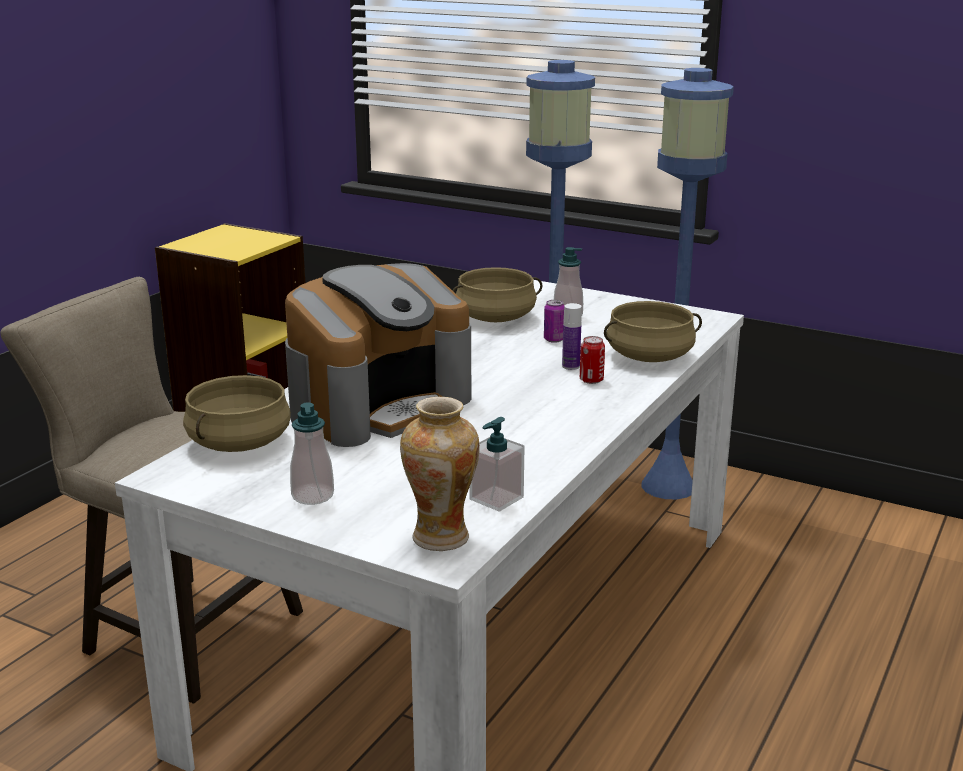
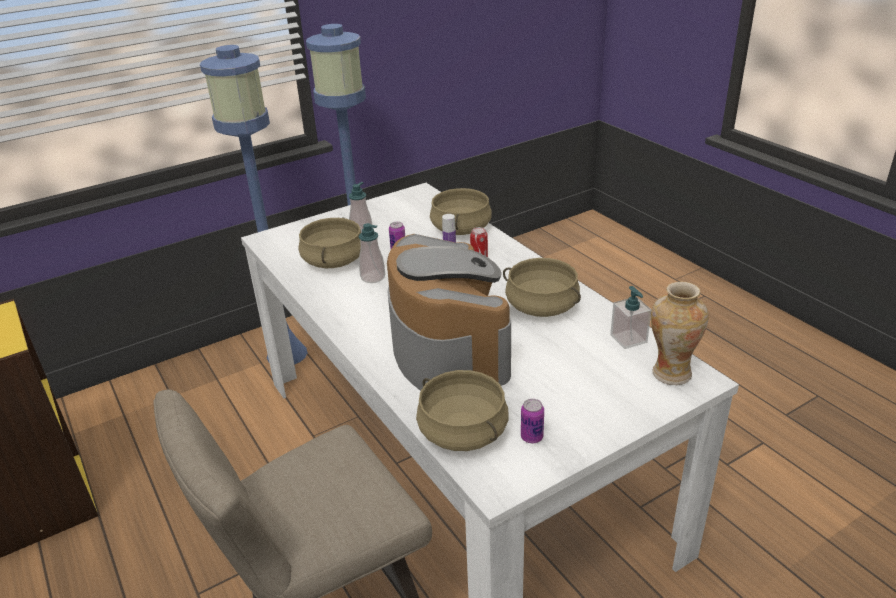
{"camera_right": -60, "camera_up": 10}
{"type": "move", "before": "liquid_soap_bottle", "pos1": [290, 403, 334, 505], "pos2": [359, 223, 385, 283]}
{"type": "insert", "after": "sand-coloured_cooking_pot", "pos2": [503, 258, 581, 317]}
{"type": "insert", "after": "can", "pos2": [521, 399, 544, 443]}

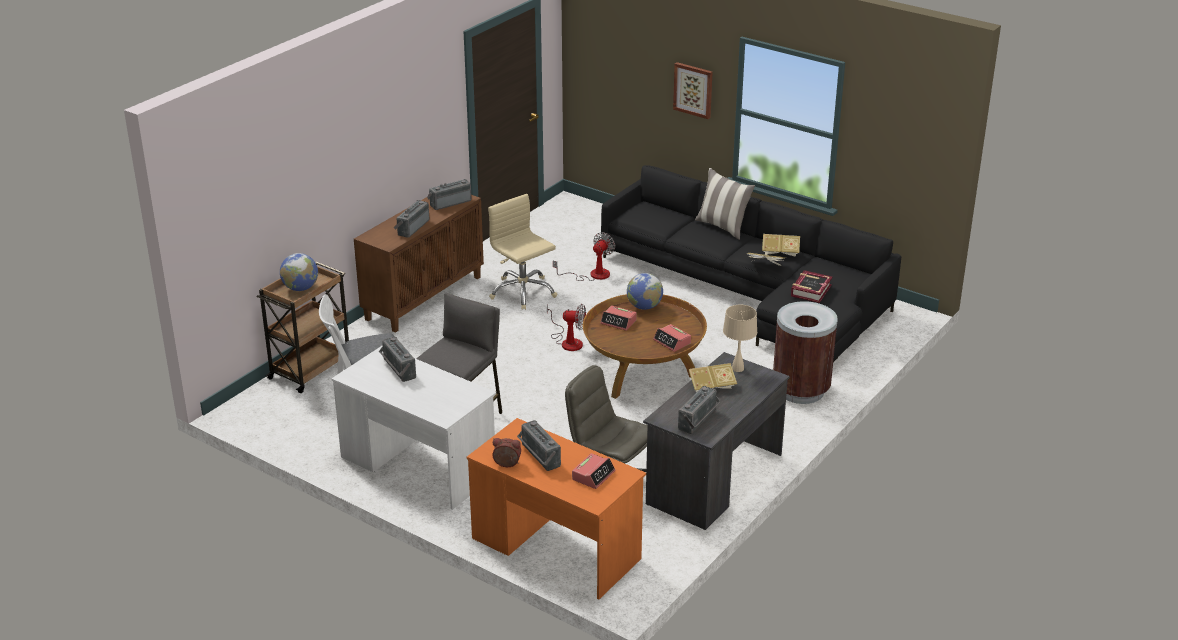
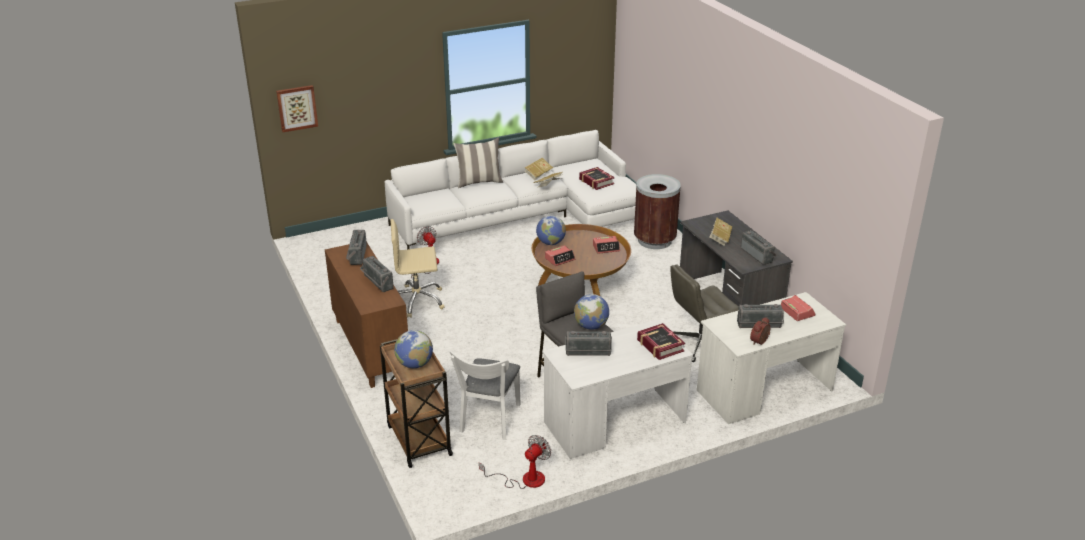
{"camera_right": -60, "camera_up": 0}
{"type": "recolor", "before": "orange-coloured_desk", "after": "whitish_desk", "pos1": [467, 418, 646, 599], "pos2": [697, 292, 846, 424]}
{"type": "move", "before": "electric_fan", "pos1": [547, 304, 586, 351], "pos2": [479, 435, 551, 489]}
{"type": "recolor", "before": "black-coloured_sofa", "after": "whitish_sofa", "pos1": [601, 165, 901, 362], "pos2": [385, 130, 636, 249]}
{"type": "move", "before": "picture", "pos1": [673, 62, 713, 119], "pos2": [276, 85, 318, 132]}
{"type": "delete", "before": "sand-coloured_tabletop_lamp", "pos1": [723, 305, 757, 372]}
{"type": "insert", "after": "world_globe", "pos2": [574, 294, 609, 330]}
{"type": "insert", "after": "bound_book", "pos2": [637, 323, 685, 360]}

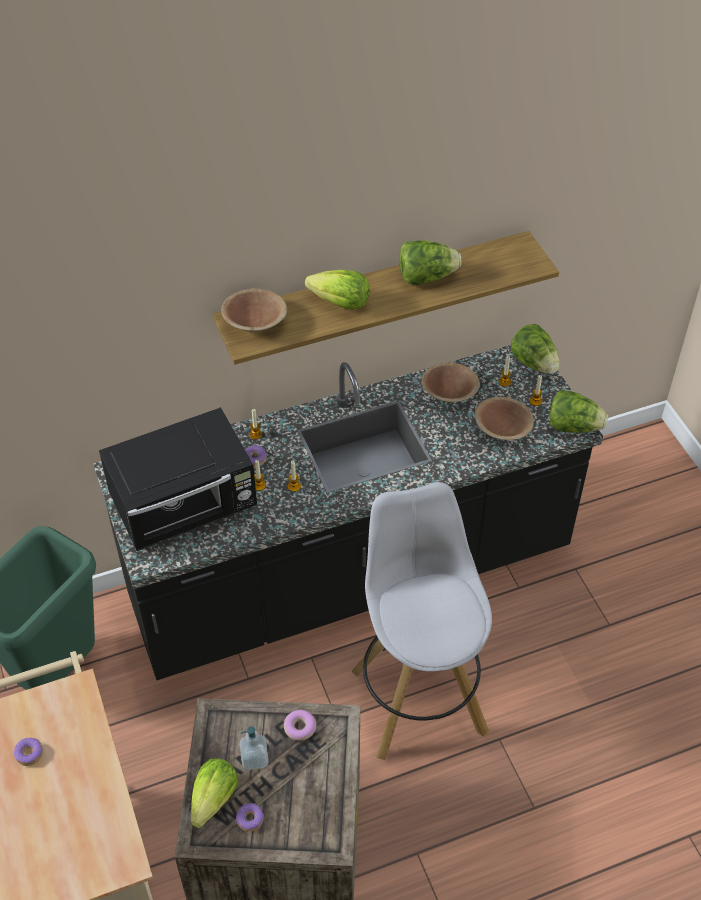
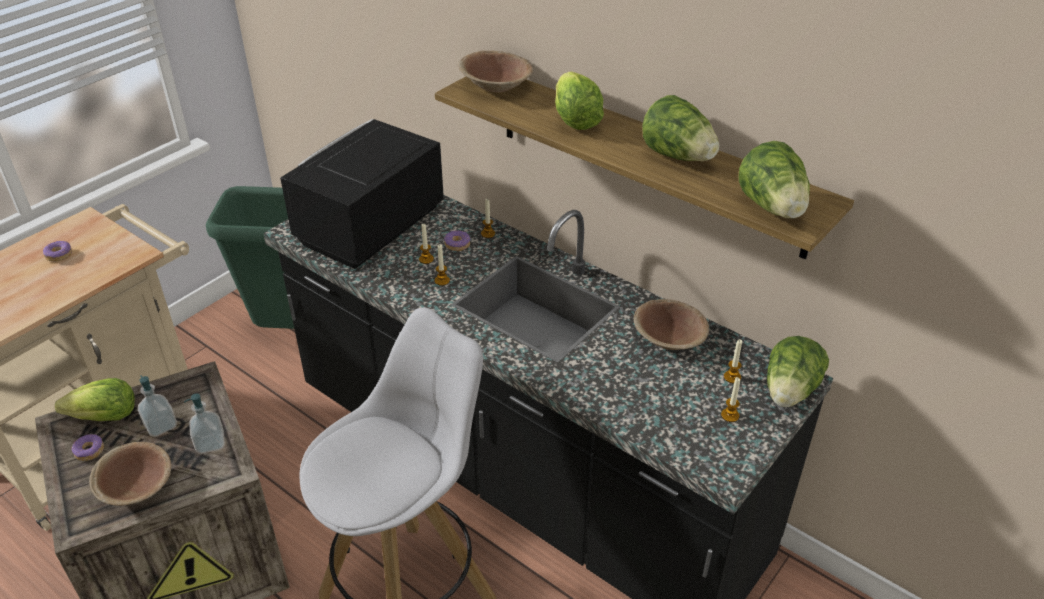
{"camera_right": 60, "camera_up": -10}
{"type": "rotate", "before": "black-coloured_kitchen_microwave", "pos1": [99, 407, 257, 551], "pos2": [280, 119, 444, 269], "turn": 90}
{"type": "replace", "before": "doughnut", "after": "liquid_soap_bottle", "pos1": [284, 710, 316, 741], "pos2": [184, 394, 225, 454]}
{"type": "move", "before": "brownish_bowl", "pos1": [475, 397, 534, 440], "pos2": [89, 442, 171, 506]}
{"type": "move", "before": "head_of_lettuce", "pos1": [549, 389, 608, 433], "pos2": [739, 141, 810, 219]}

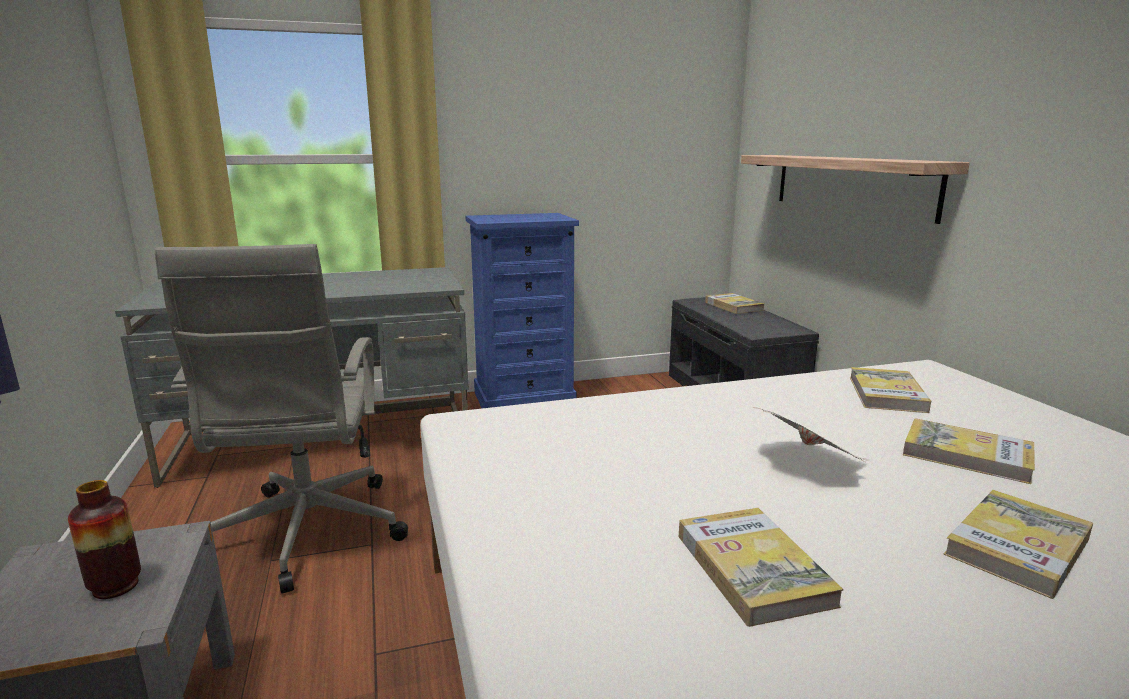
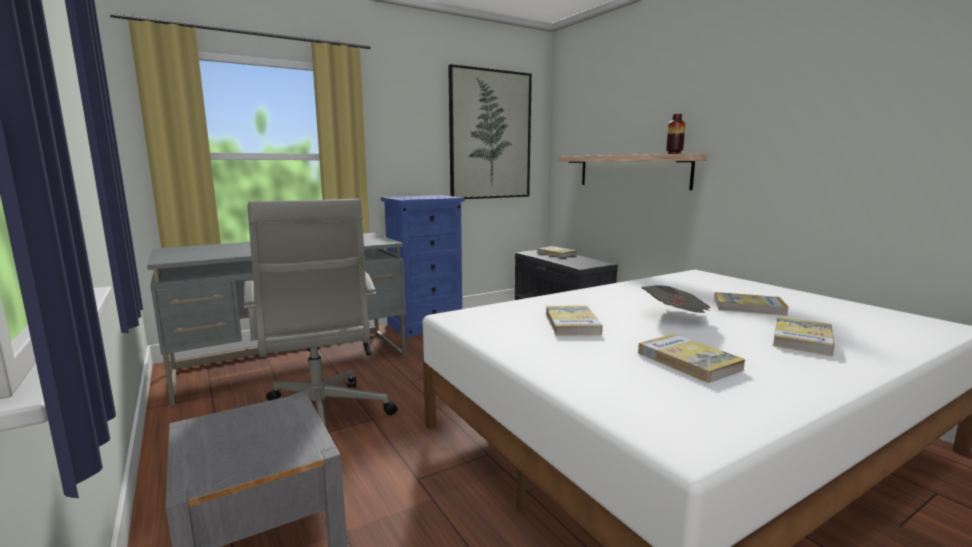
{"camera_right": -15, "camera_up": -5}
{"type": "move", "before": "flower_vase", "pos1": [68, 480, 141, 599], "pos2": [666, 114, 685, 154]}
{"type": "move", "before": "bound_book", "pos1": [850, 367, 931, 413], "pos2": [545, 305, 603, 336]}
{"type": "insert", "after": "picture", "pos2": [448, 64, 532, 199]}

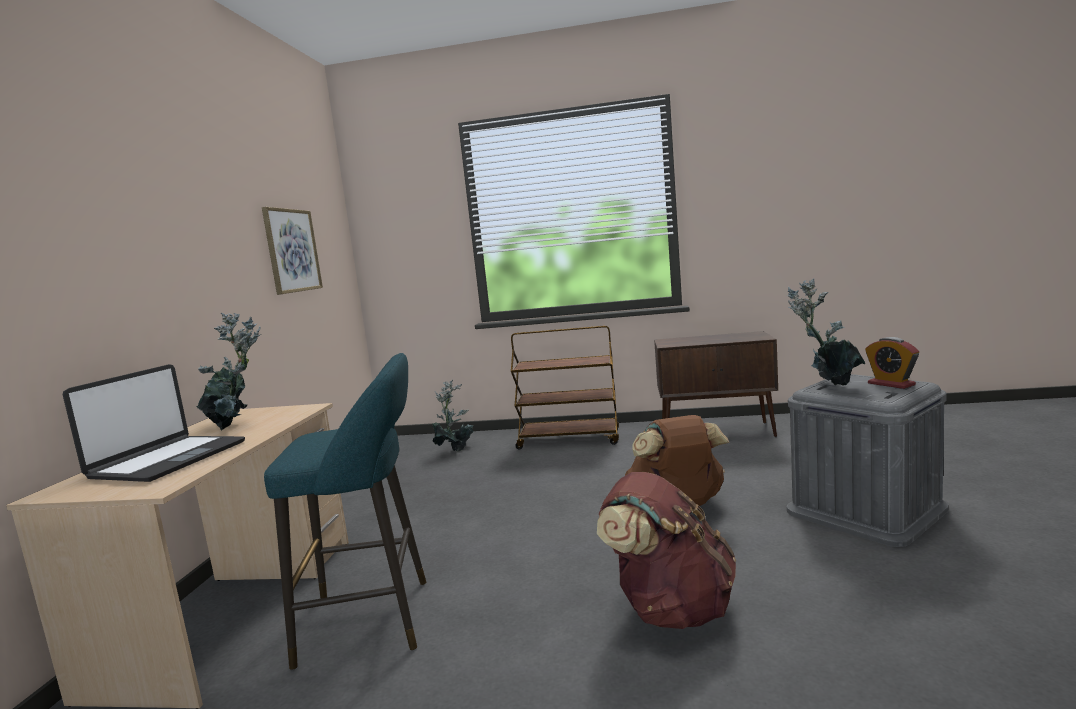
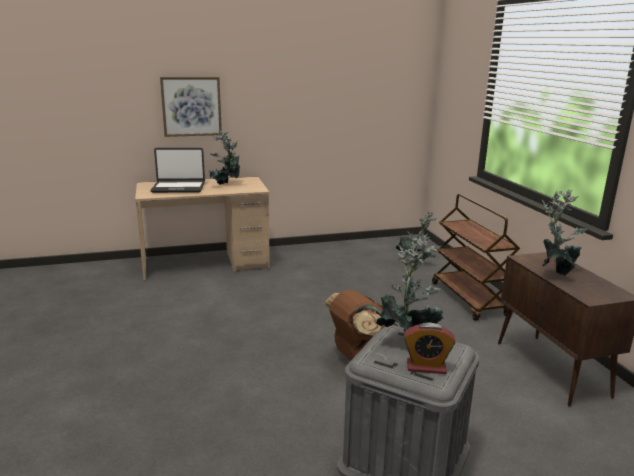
{"camera_right": 65, "camera_up": 10}
{"type": "move", "before": "picture", "pos1": [262, 207, 323, 295], "pos2": [160, 77, 222, 137]}
{"type": "delete", "before": "turquoise_stool_seat", "pos1": [264, 353, 426, 670]}
{"type": "delete", "before": "brownish_knapsack", "pos1": [597, 472, 736, 629]}
{"type": "rotate", "before": "alarm_clock", "pos1": [865, 337, 919, 389], "pos2": [404, 323, 456, 374], "turn": -120}
{"type": "insert", "after": "plant_in_a_pot", "pos2": [542, 189, 587, 276]}

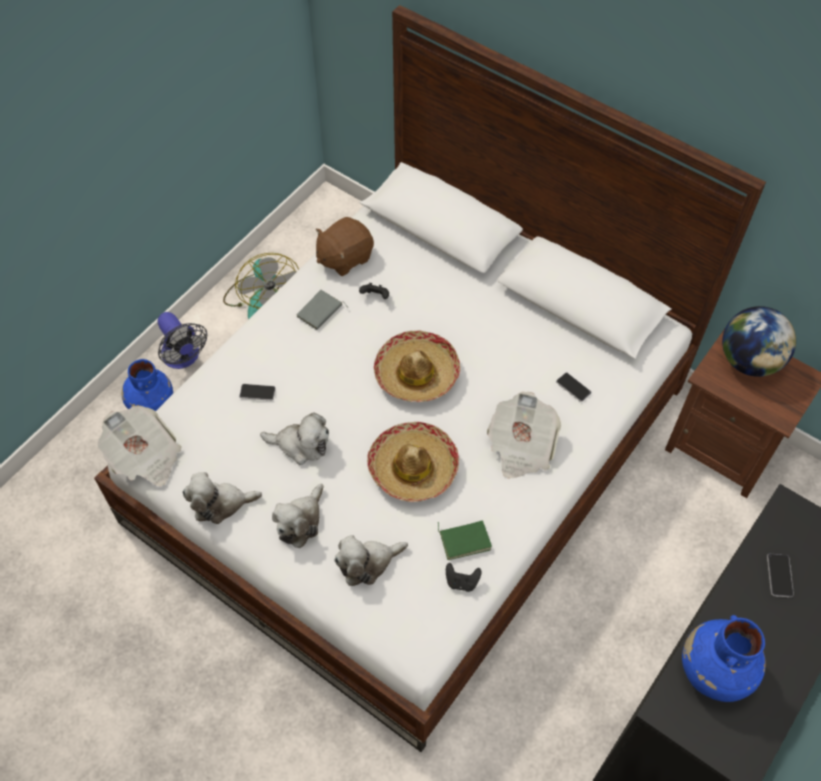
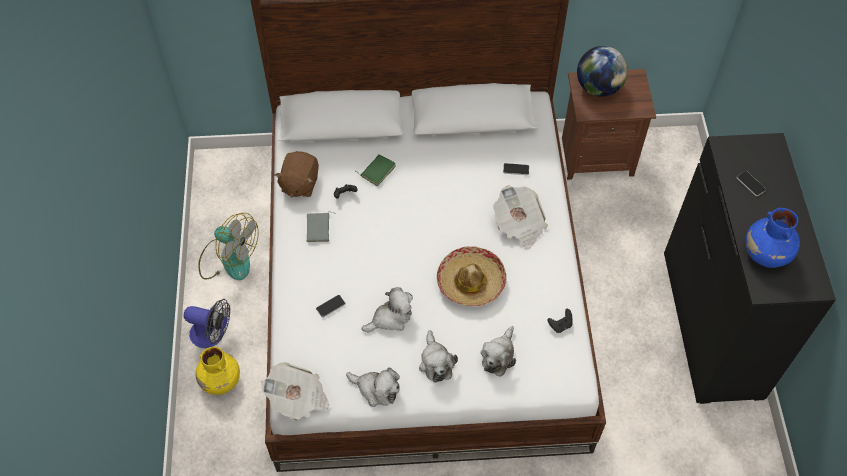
{"camera_right": -40, "camera_up": 0}
{"type": "recolor", "before": "blue-coloured_flower_vase", "after": "yellow_flower_vase", "pos1": [122, 359, 173, 411], "pos2": [195, 347, 240, 395]}
{"type": "rotate", "before": "plush_toy", "pos1": [183, 472, 262, 524], "pos2": [346, 367, 400, 407], "turn": -105}
{"type": "delete", "before": "wearable_hat", "pos1": [374, 331, 460, 402]}
{"type": "move", "before": "green-coloured_bound_book", "pos1": [438, 520, 492, 560], "pos2": [356, 154, 396, 186]}

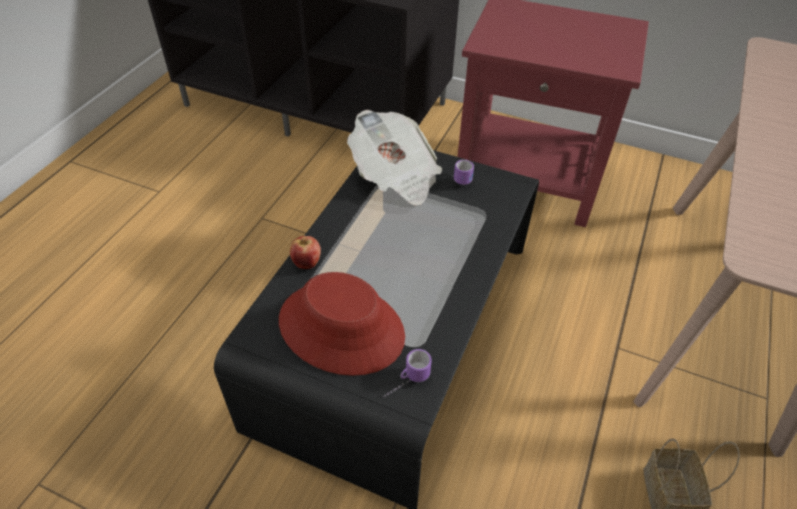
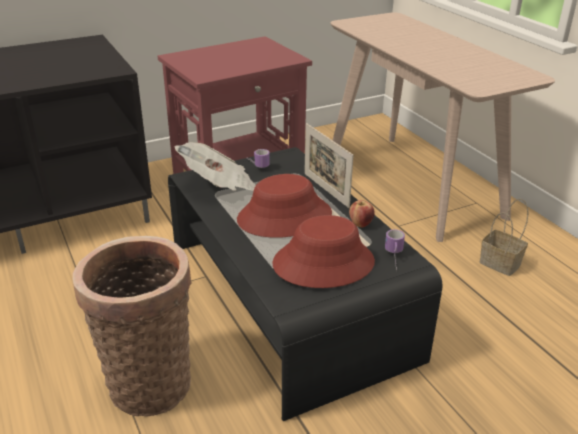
{"camera_right": -50, "camera_up": -15}
{"type": "move", "before": "apple_fruit", "pos1": [290, 236, 321, 269], "pos2": [349, 200, 374, 228]}
{"type": "insert", "after": "storage_basket", "pos2": [72, 236, 192, 417]}
{"type": "insert", "after": "red_wearable_hat", "pos2": [237, 174, 332, 238]}
{"type": "insert", "after": "standing_frame", "pos2": [304, 123, 354, 208]}

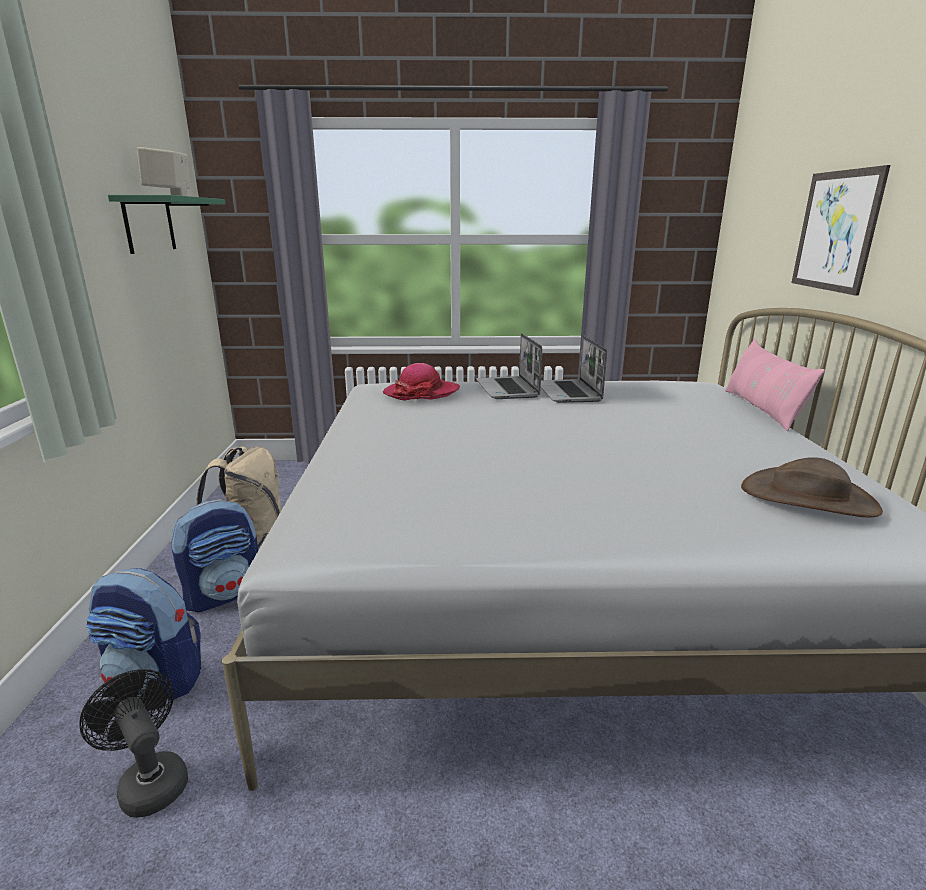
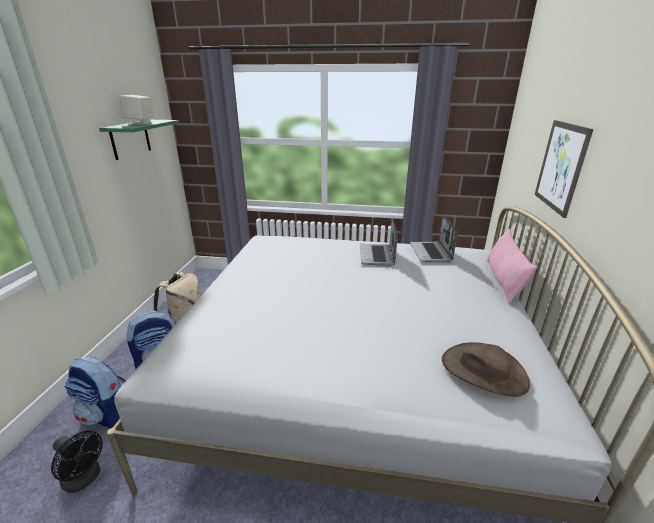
{"camera_right": 10, "camera_up": 5}
{"type": "rotate", "before": "black-coloured_electric_fan", "pos1": [79, 669, 188, 818], "pos2": [51, 431, 102, 493], "turn": 150}
{"type": "delete", "before": "wearable_hat", "pos1": [383, 363, 460, 400]}
{"type": "move", "before": "notebook_computer", "pos1": [476, 333, 542, 399], "pos2": [410, 215, 458, 262]}

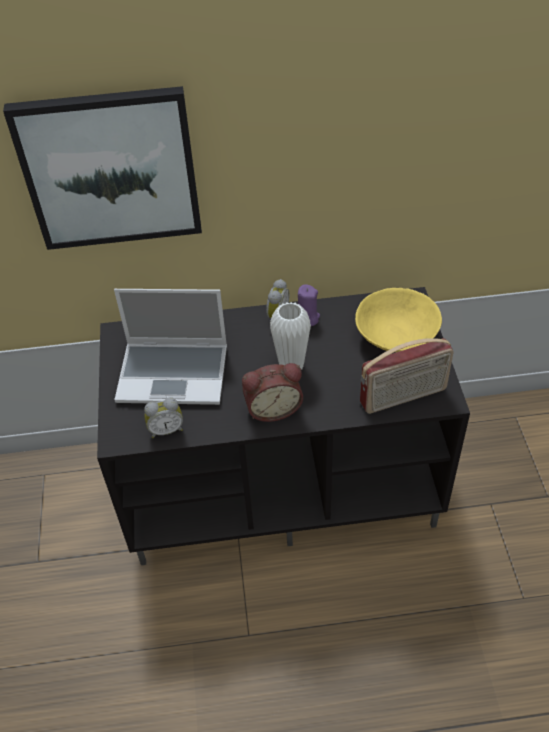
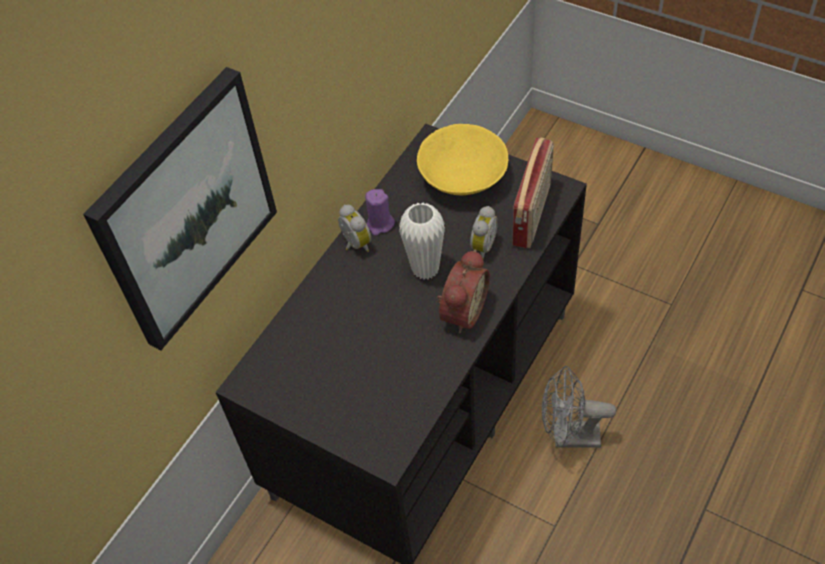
{"camera_right": -50, "camera_up": 5}
{"type": "delete", "before": "notebook_computer", "pos1": [114, 289, 227, 405]}
{"type": "move", "before": "alarm_clock", "pos1": [144, 397, 183, 438], "pos2": [470, 206, 498, 260]}
{"type": "insert", "after": "gray_electric_fan", "pos2": [542, 366, 616, 448]}

